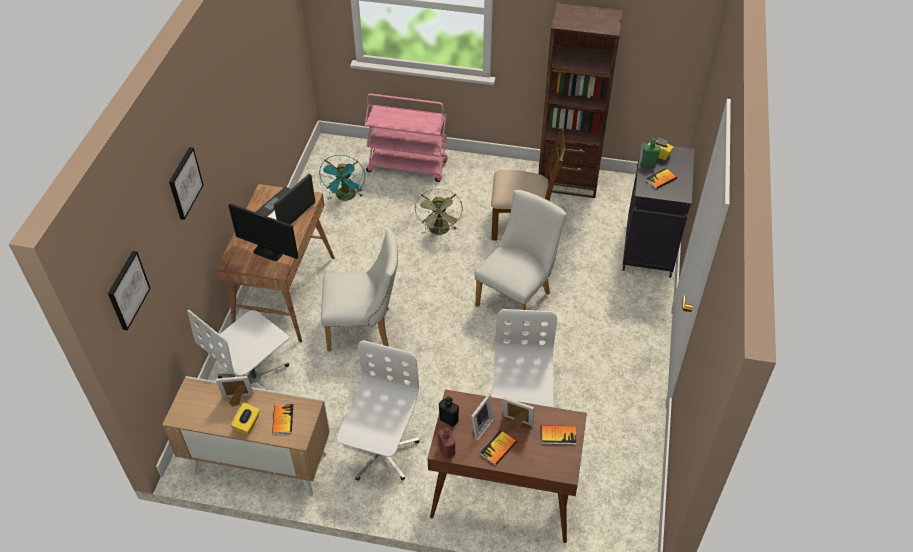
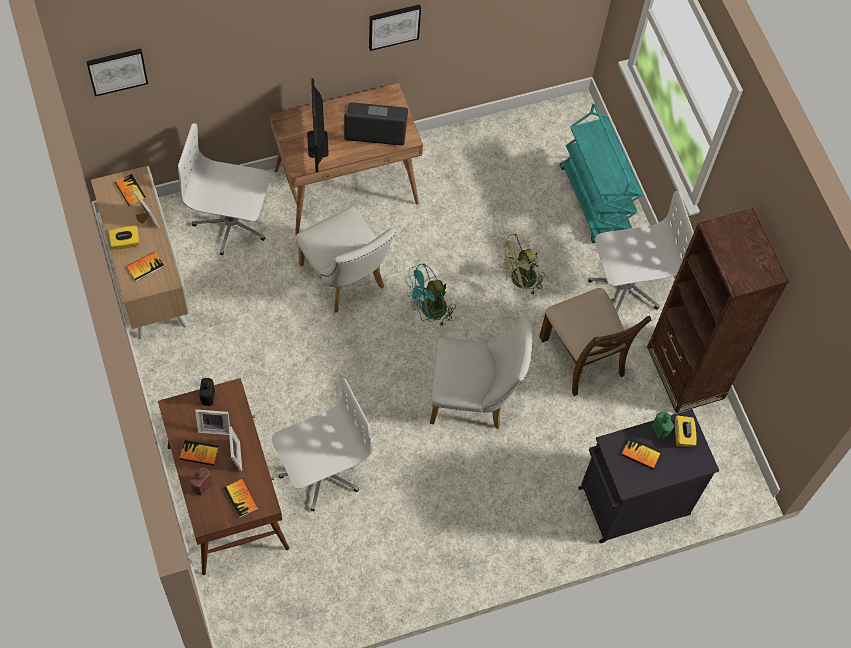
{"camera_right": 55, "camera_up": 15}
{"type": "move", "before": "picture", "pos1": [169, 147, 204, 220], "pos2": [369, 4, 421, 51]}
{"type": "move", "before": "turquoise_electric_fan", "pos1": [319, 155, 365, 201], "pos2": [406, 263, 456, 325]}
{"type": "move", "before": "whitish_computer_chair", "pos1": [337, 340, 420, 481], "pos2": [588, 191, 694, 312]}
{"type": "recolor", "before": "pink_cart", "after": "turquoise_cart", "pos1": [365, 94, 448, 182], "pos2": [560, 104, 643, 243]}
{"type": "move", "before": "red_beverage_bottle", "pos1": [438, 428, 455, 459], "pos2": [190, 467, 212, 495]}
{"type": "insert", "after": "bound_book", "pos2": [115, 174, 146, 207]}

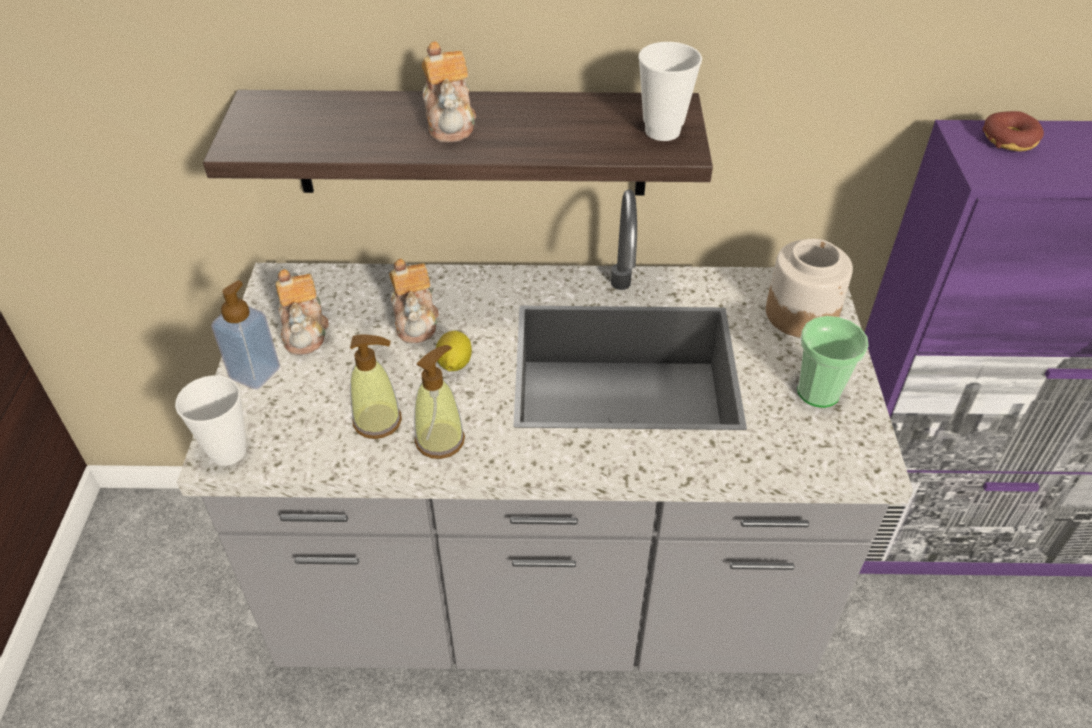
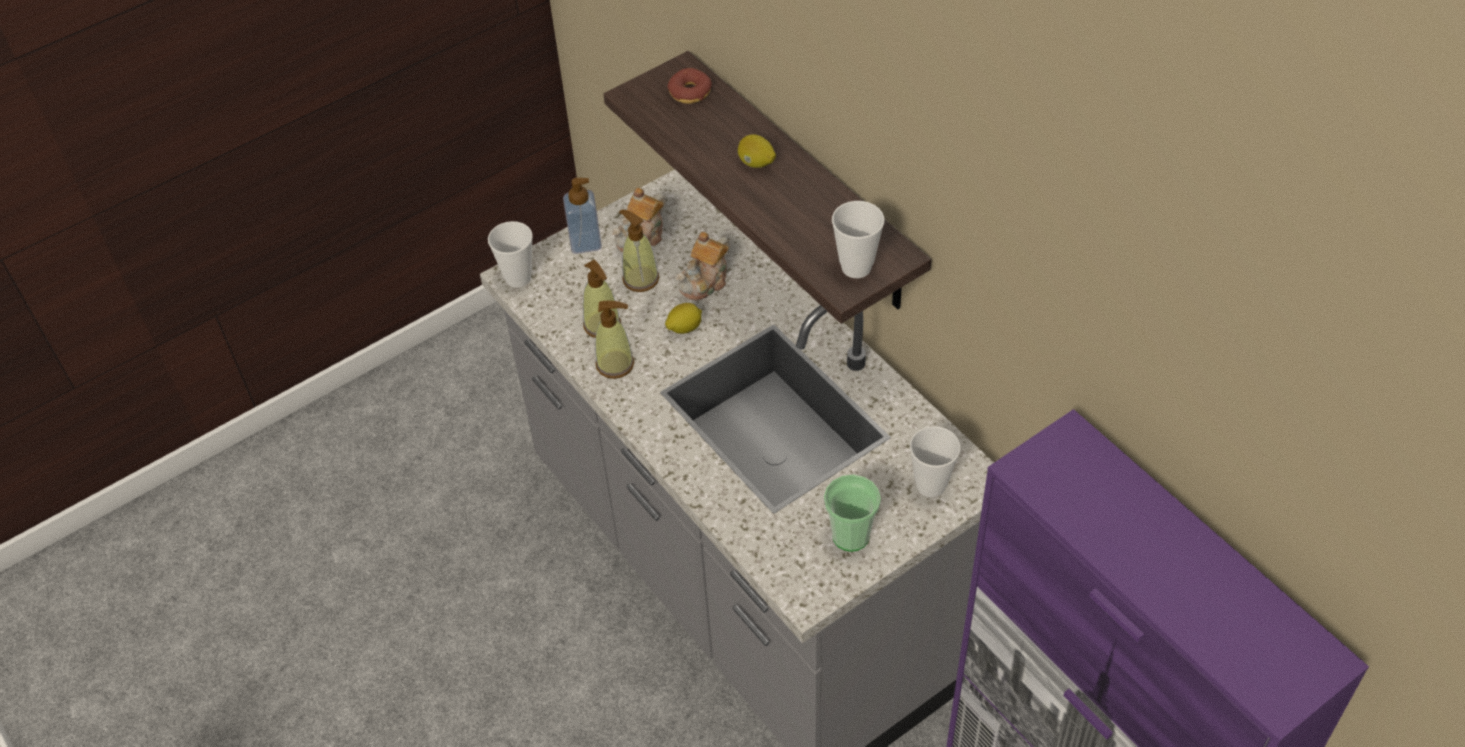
{"camera_right": 55, "camera_up": 5}
{"type": "replace", "before": "pot_for_tea", "after": "lemon", "pos1": [422, 41, 476, 142], "pos2": [738, 134, 776, 168]}
{"type": "replace", "before": "storage_jar", "after": "cup", "pos1": [766, 239, 853, 338], "pos2": [910, 426, 961, 497]}
{"type": "move", "before": "doughnut", "pos1": [983, 111, 1044, 151], "pos2": [668, 68, 712, 104]}
{"type": "insert", "after": "liquid_soap_bottle", "pos2": [619, 210, 659, 292]}

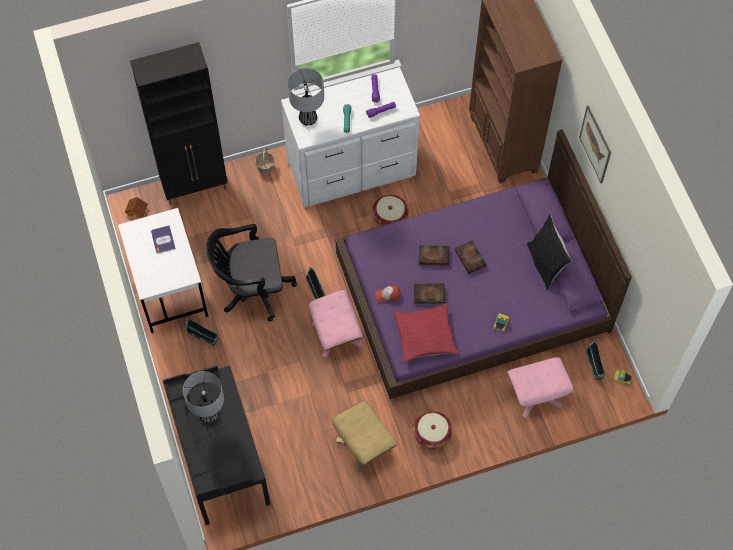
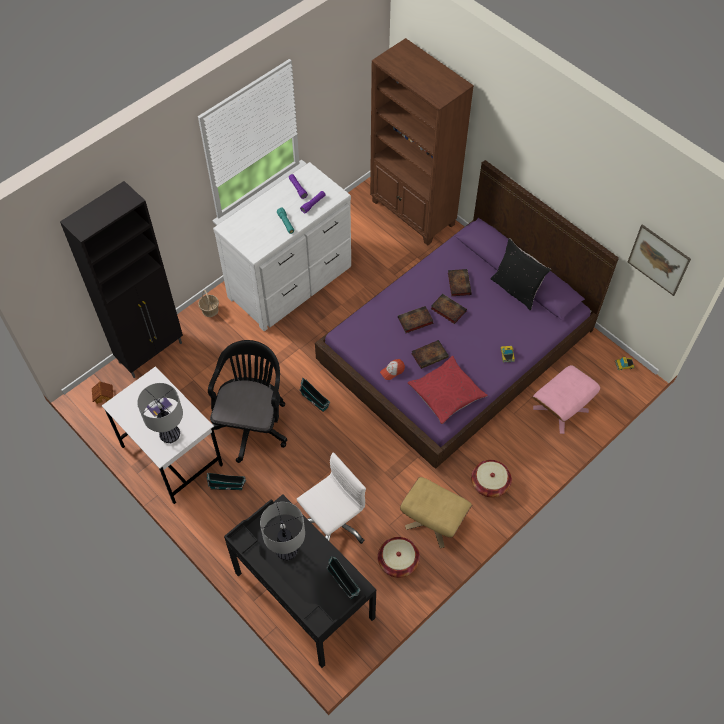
{"camera_right": -25, "camera_up": -5}
{"type": "rotate", "before": "black-coloured_computer_chair", "pos1": [206, 224, 297, 322], "pos2": [208, 340, 287, 463], "turn": 135}
{"type": "move", "before": "tabletop_lamp", "pos1": [288, 68, 324, 126], "pos2": [137, 383, 183, 443]}
{"type": "delete", "before": "pink_ottoman", "pos1": [309, 290, 363, 358]}
{"type": "move", "before": "storage_basket", "pos1": [372, 195, 409, 226], "pos2": [378, 537, 420, 578]}
{"type": "move", "before": "picture", "pos1": [579, 106, 611, 183], "pos2": [628, 224, 691, 296]}
{"type": "move", "before": "model_house", "pos1": [586, 340, 606, 380], "pos2": [326, 556, 361, 599]}
{"type": "insert", "after": "whitish_computer_chair", "pos2": [297, 452, 366, 544]}
{"type": "insert", "after": "bound_book", "pos2": [448, 269, 472, 296]}

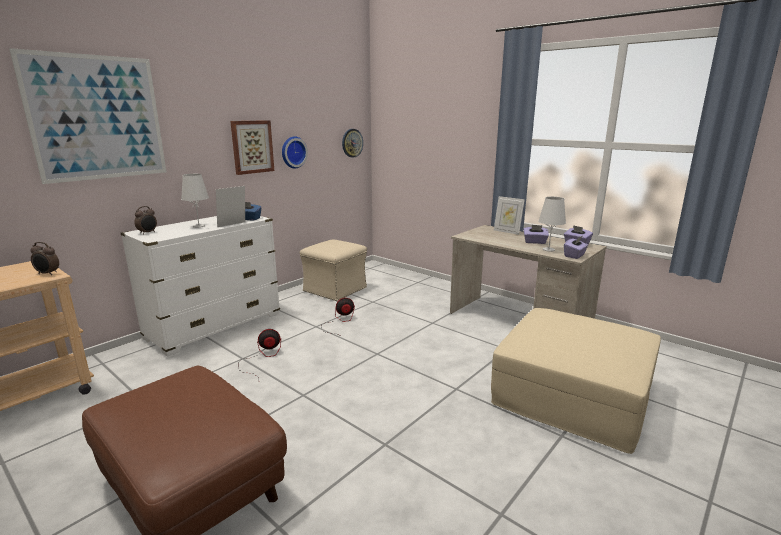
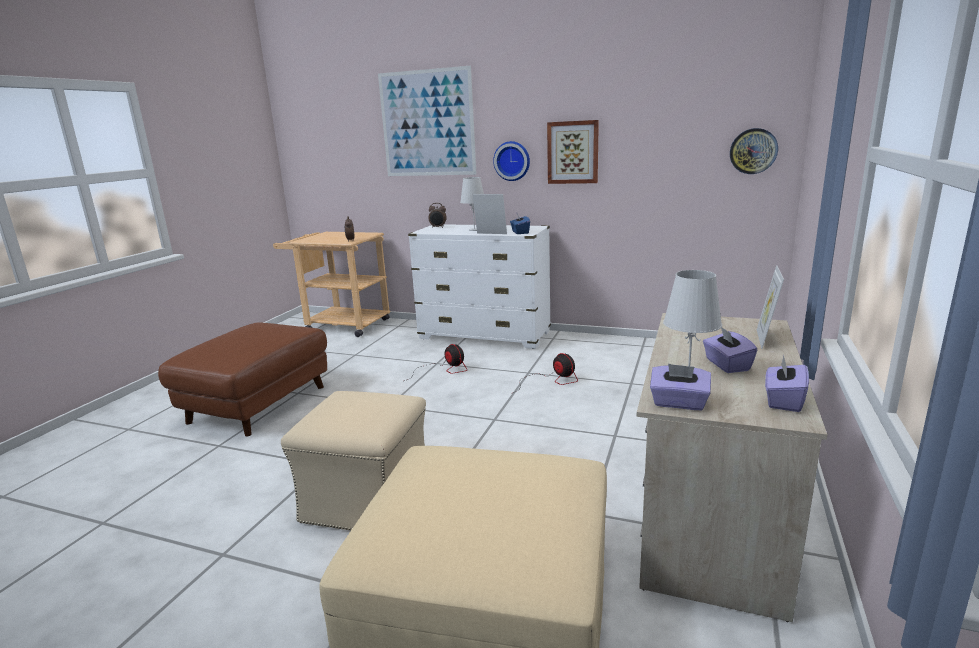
{"camera_right": 70, "camera_up": 0}
{"type": "move", "before": "hanging_clock", "pos1": [282, 137, 308, 168], "pos2": [493, 141, 530, 181]}
{"type": "move", "before": "sand-coloured_ottoman", "pos1": [300, 239, 367, 301], "pos2": [281, 391, 426, 531]}

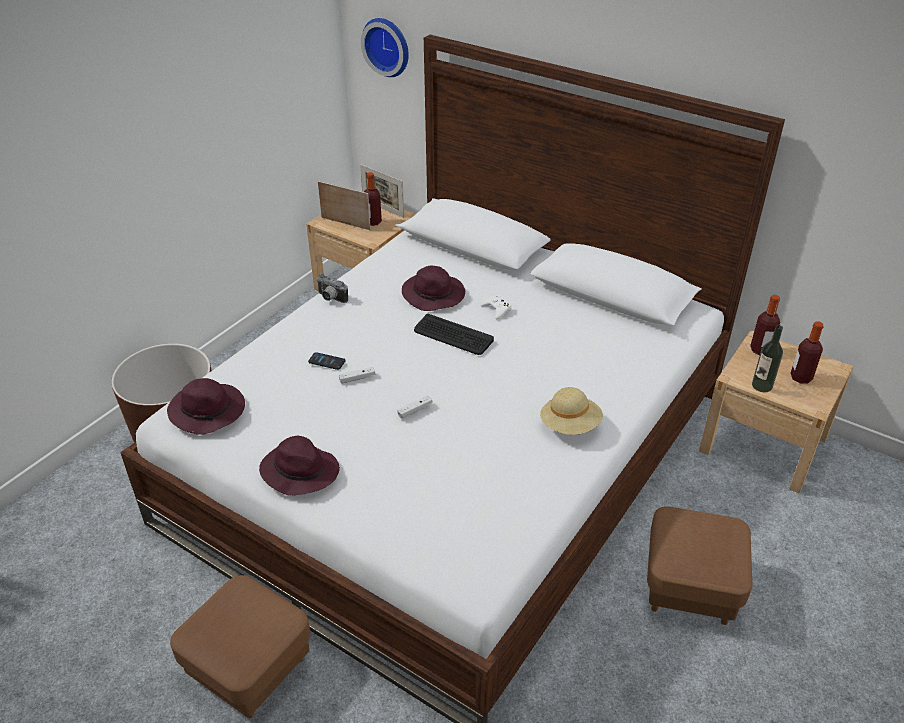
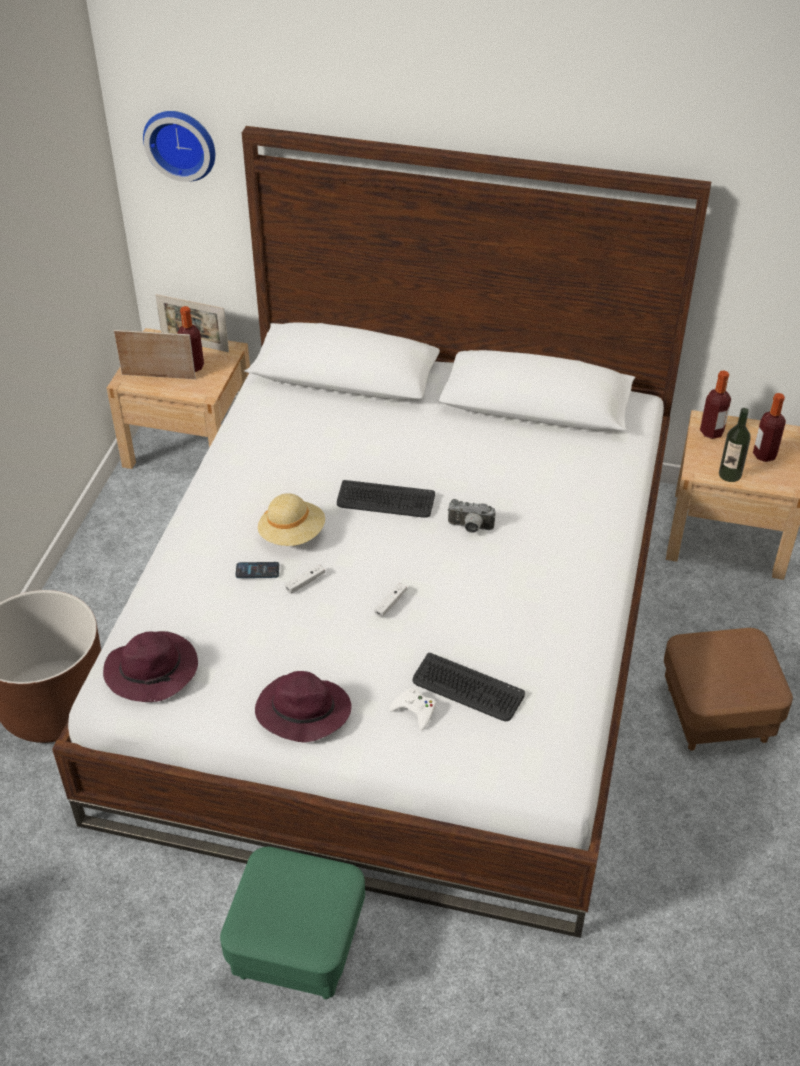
{"camera_right": -20, "camera_up": 5}
{"type": "recolor", "before": "brownish_ottoman", "after": "green-coloured_ottoman", "pos1": [170, 575, 310, 718], "pos2": [220, 847, 365, 999]}
{"type": "move", "before": "still_camera", "pos1": [317, 274, 348, 303], "pos2": [447, 499, 496, 533]}
{"type": "delete", "before": "purple-coloured_wearable_hat", "pos1": [402, 266, 465, 311]}
{"type": "move", "before": "whitish_game_controller", "pos1": [481, 294, 512, 319], "pos2": [389, 688, 436, 730]}
{"type": "move", "before": "sand-coloured_wearable_hat", "pos1": [540, 387, 603, 435], "pos2": [258, 493, 325, 546]}
{"type": "insert", "after": "computer_keyboard", "pos2": [412, 653, 525, 721]}

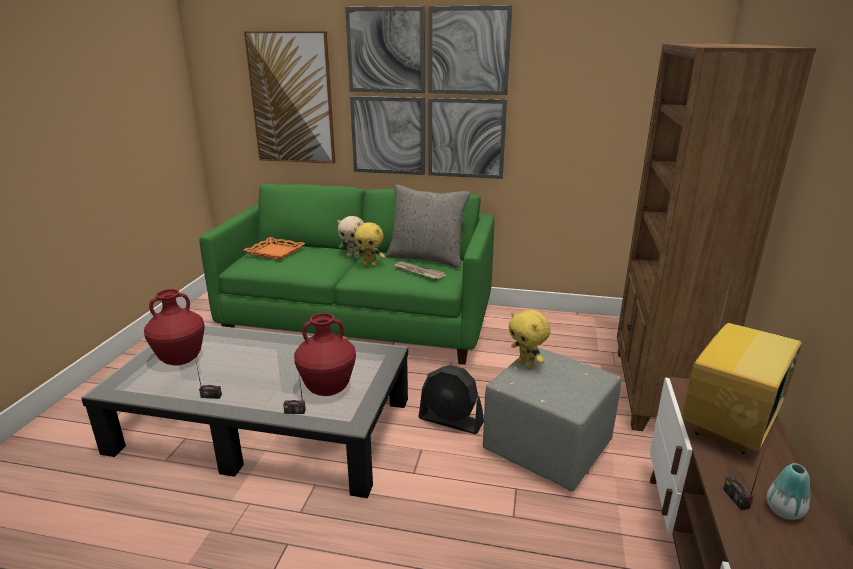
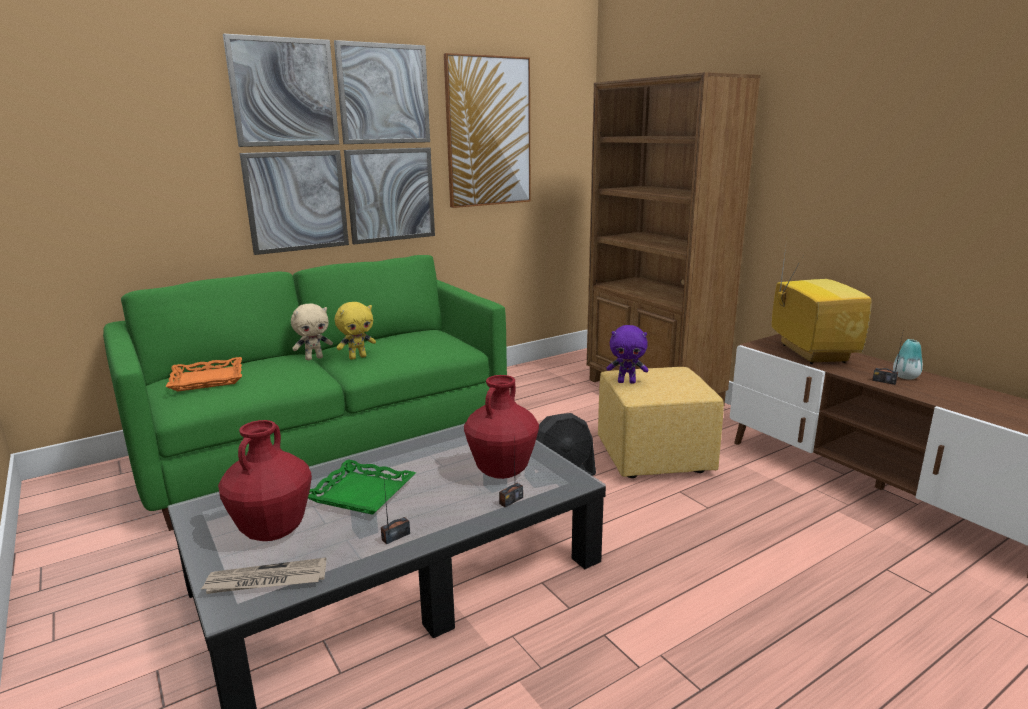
{"camera_right": -45, "camera_up": -5}
{"type": "move", "before": "picture", "pos1": [244, 31, 335, 164], "pos2": [444, 53, 530, 208]}
{"type": "delete", "before": "gray_throw_pillow", "pos1": [386, 185, 471, 268]}
{"type": "move", "before": "newspaper", "pos1": [394, 261, 446, 279], "pos2": [201, 558, 326, 594]}
{"type": "recolor", "before": "gray_ottoman", "after": "yellow_ottoman", "pos1": [483, 348, 621, 491], "pos2": [598, 367, 724, 478]}
{"type": "recolor", "before": "yellow_plush_toy", "after": "purple-coloured_plush_toy", "pos1": [509, 310, 551, 369], "pos2": [607, 325, 648, 384]}
{"type": "insert", "after": "green-coloured_carrying_tray", "pos2": [308, 459, 416, 515]}

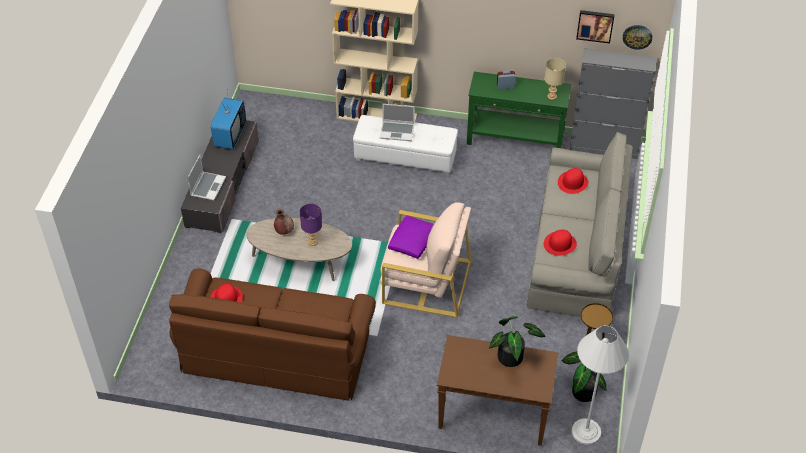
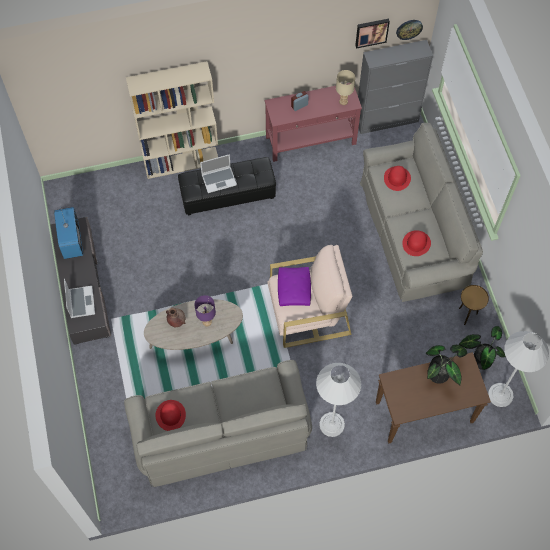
{"camera_right": -25, "camera_up": 15}
{"type": "recolor", "before": "brownish_sofa", "after": "gray_sofa", "pos1": [169, 269, 376, 401], "pos2": [124, 360, 312, 487]}
{"type": "recolor", "before": "whitish_ottoman", "after": "black-coloured_ottoman", "pos1": [353, 115, 458, 175], "pos2": [178, 157, 276, 215]}
{"type": "recolor", "before": "green-coloured_hall_table", "after": "red_hall_table", "pos1": [467, 72, 571, 148], "pos2": [265, 83, 362, 162]}
{"type": "insert", "after": "whitish_standing_lamp", "pos2": [316, 363, 361, 437]}

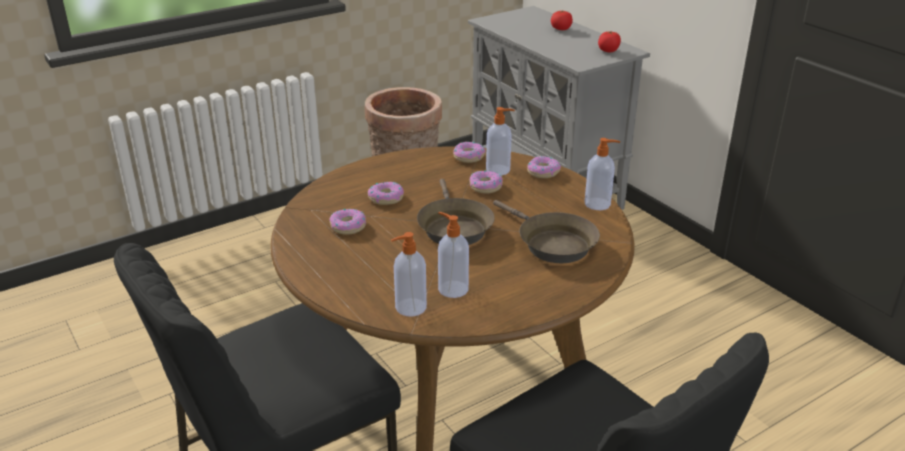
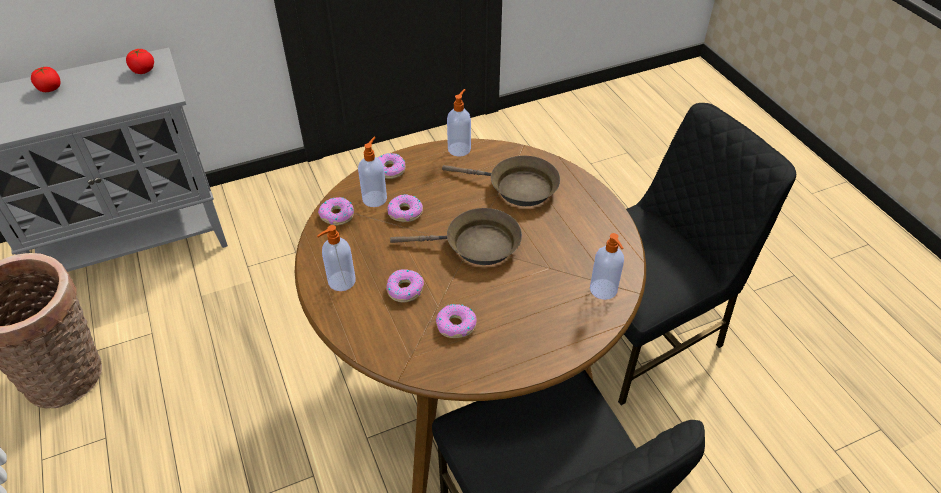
{"camera_right": -80, "camera_up": 15}
{"type": "move", "before": "liquid_soap_bottle", "pos1": [438, 212, 469, 298], "pos2": [317, 225, 356, 291]}
{"type": "rotate", "before": "brownish_frying_pan", "pos1": [493, 200, 600, 263], "pos2": [442, 156, 560, 206], "turn": 45}

